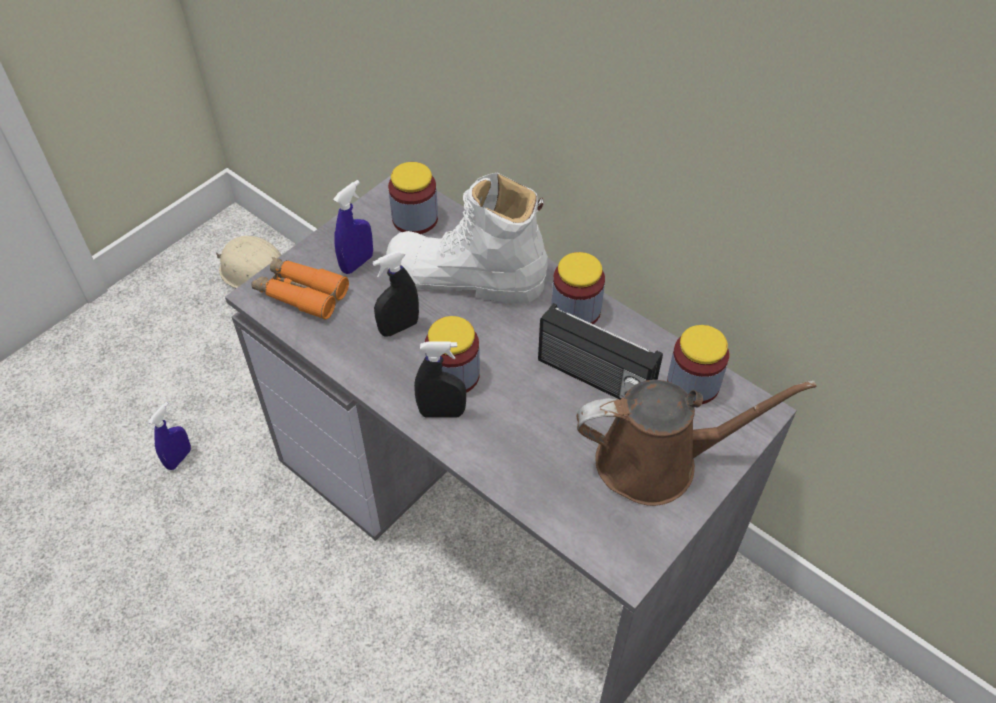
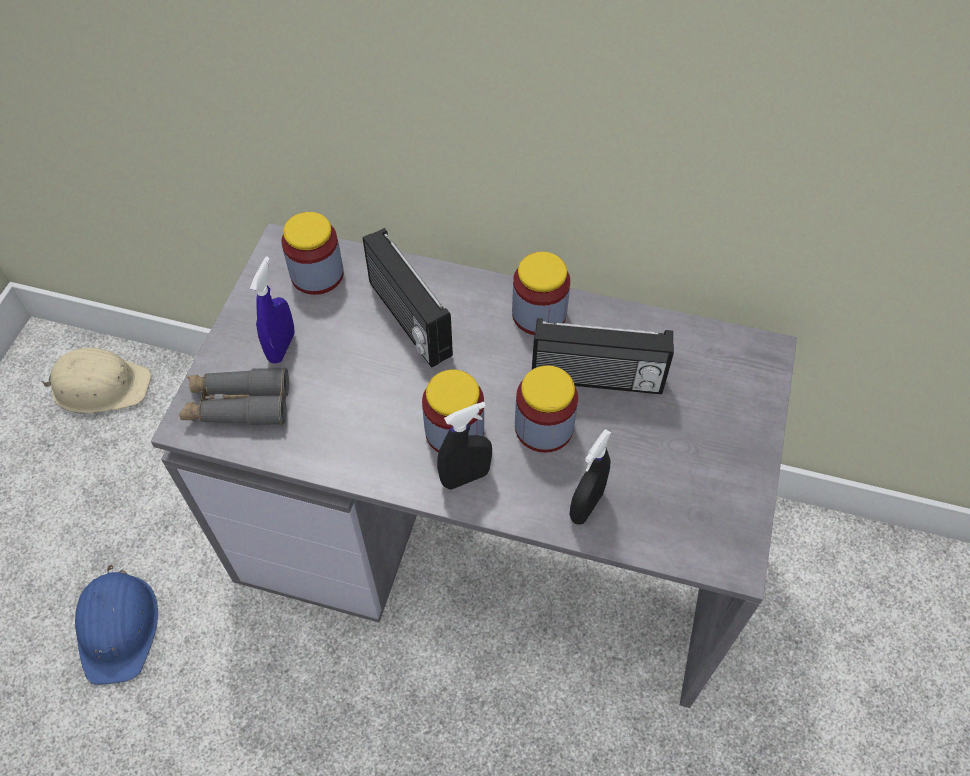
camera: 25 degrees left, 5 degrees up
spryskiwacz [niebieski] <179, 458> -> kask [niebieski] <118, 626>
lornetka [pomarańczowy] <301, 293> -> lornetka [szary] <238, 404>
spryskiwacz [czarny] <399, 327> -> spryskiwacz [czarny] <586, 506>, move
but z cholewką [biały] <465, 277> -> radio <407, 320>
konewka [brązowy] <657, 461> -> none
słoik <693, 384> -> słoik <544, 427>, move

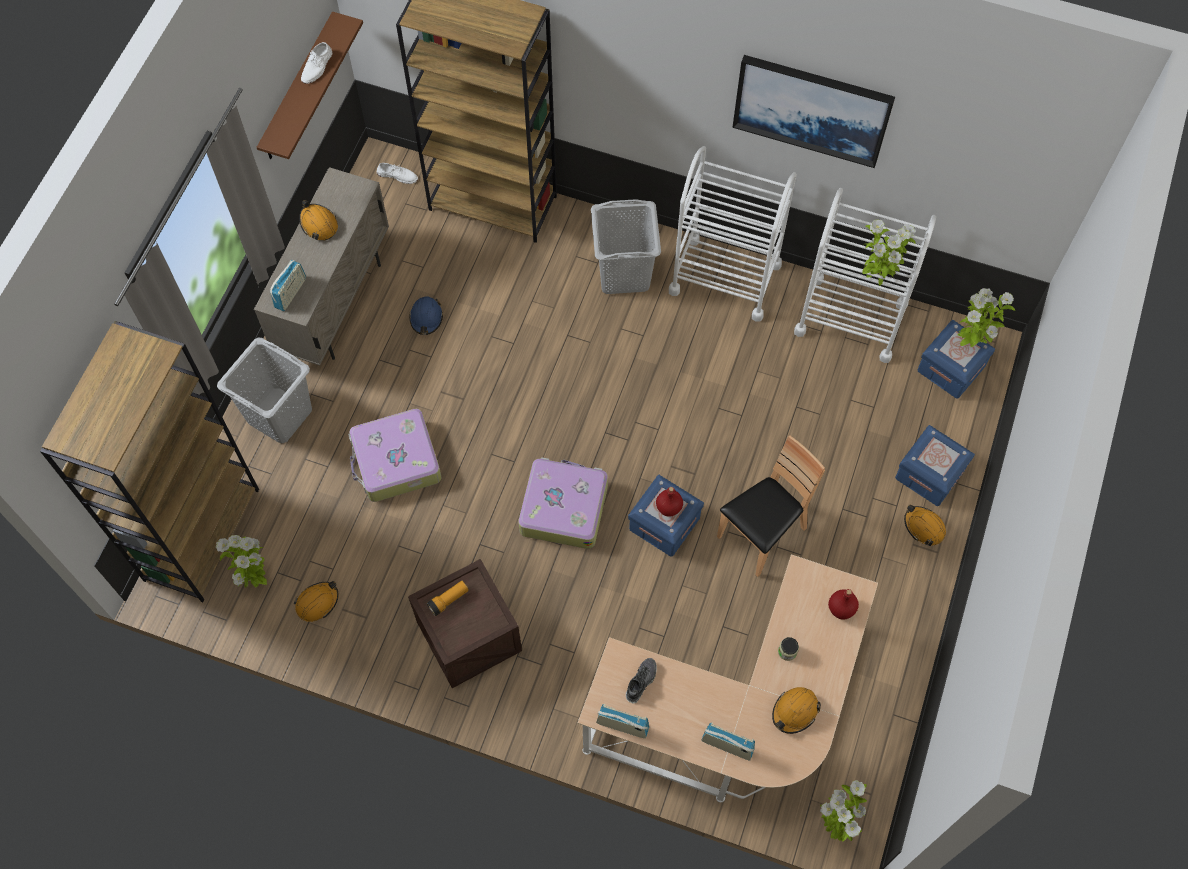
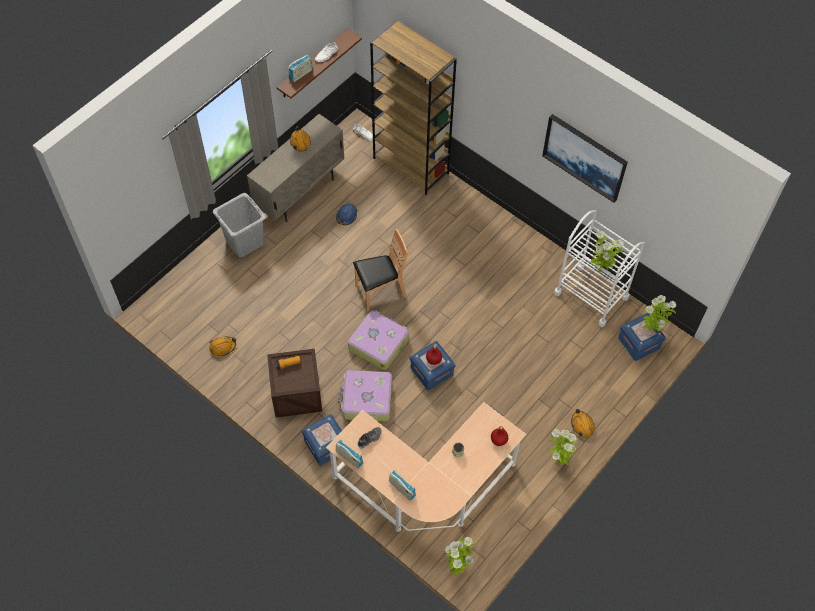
camera: 20 degrees right, 5 degrees down
regał [brązowy] <201, 533> -> none
roślina doniczkowa <255, 580> -> roślina doniczkowa <558, 460>, move
radio <290, 293> -> radio <300, 74>, move
walizka <396, 462> -> walizka <366, 400>, move
kosz na pranie [szary] <623, 273> -> none
wózek [biały] <725, 278> -> none
krzesło [brązowy] <762, 534> -> krzesło [brązowy] <380, 292>, move
kask [pomarańczowy] <794, 711> -> none
pojemnik do przechowywania [niebieski] <929, 474> -> pojemnik do przechowywania [niebieski] <326, 445>, move

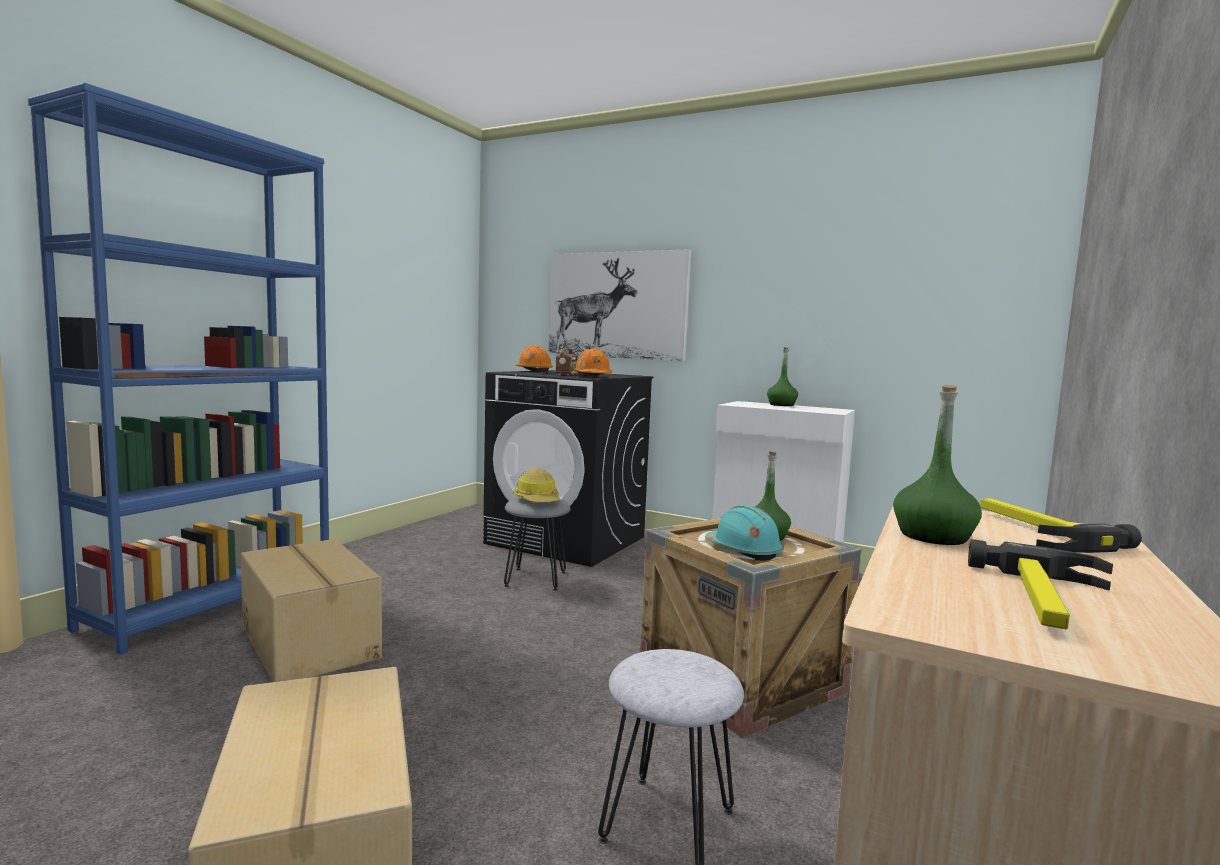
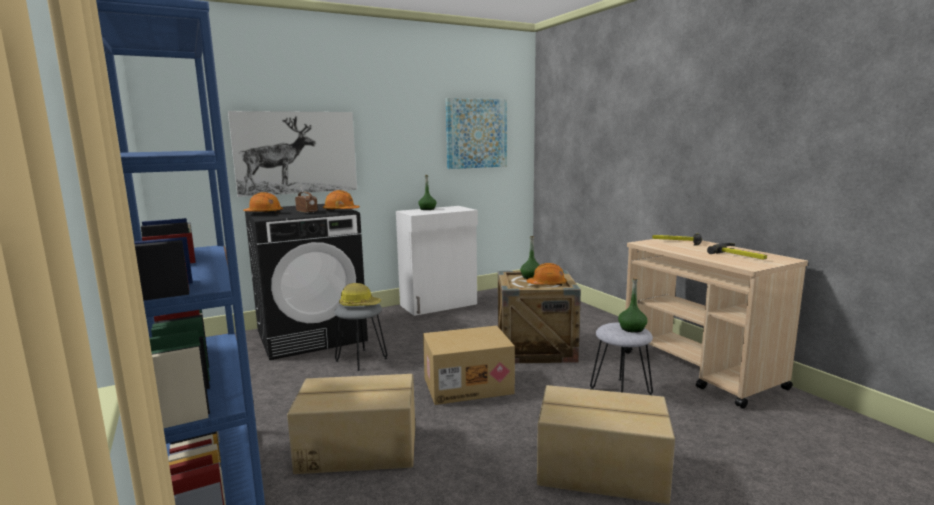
camera: 55 degrees left, 5 degrees up
kask [turkusowy] <743, 551> -> kask [pomarańczowy] <547, 285>
butelka [zielony] <933, 537> -> butelka [zielony] <632, 329>, move
none -> karton <468, 385>
none -> obraz <476, 133>

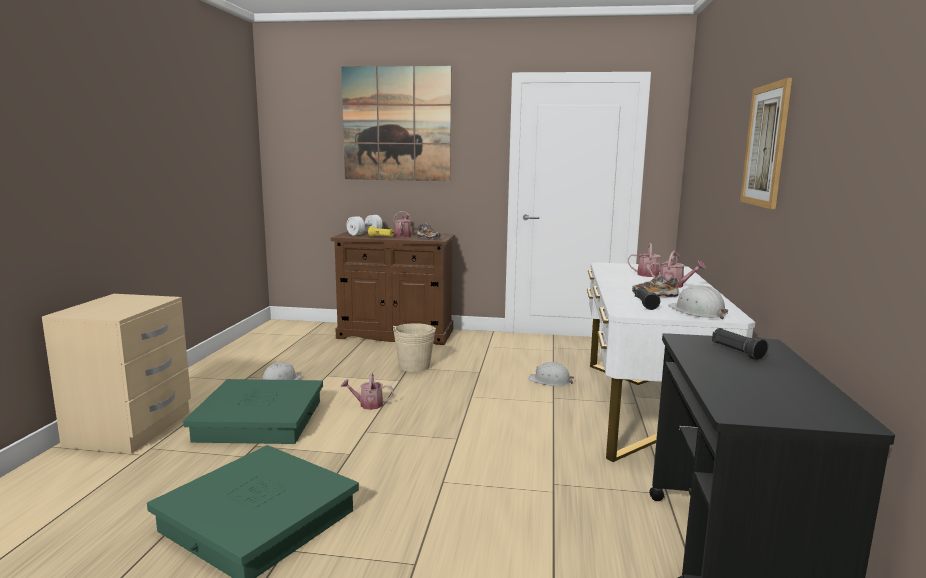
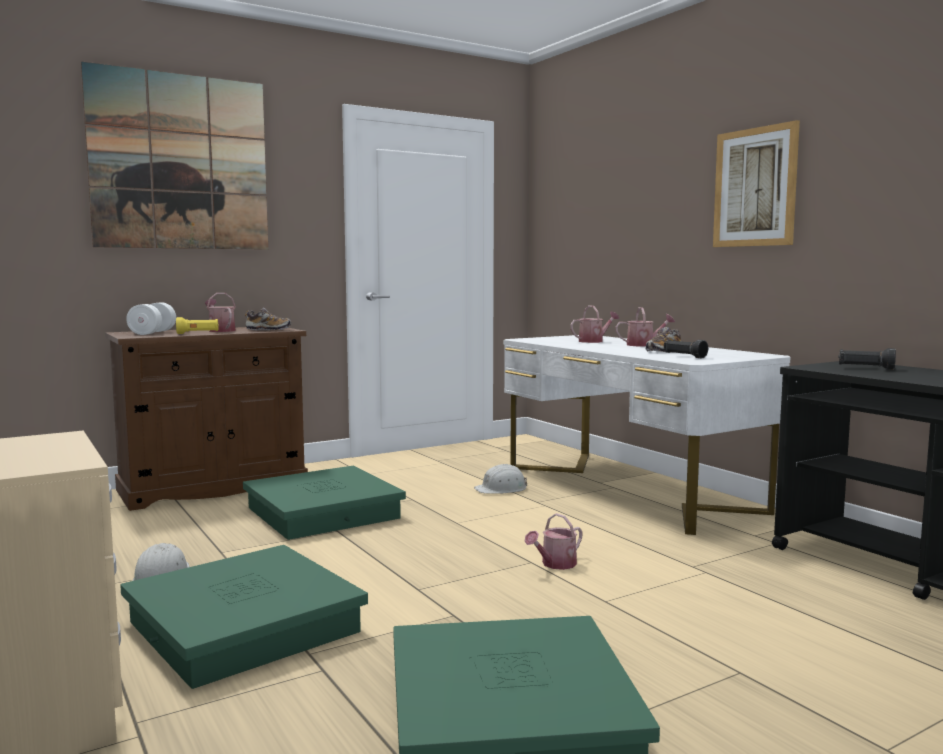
camera: 40 degrees left, 5 degrees down
konewka <368, 405> -> konewka <555, 564>, move
wiadro [beżowy] <414, 366> -> pojemnik do przechowywania [zielony] <322, 513>
kask [biały] <697, 311> -> none

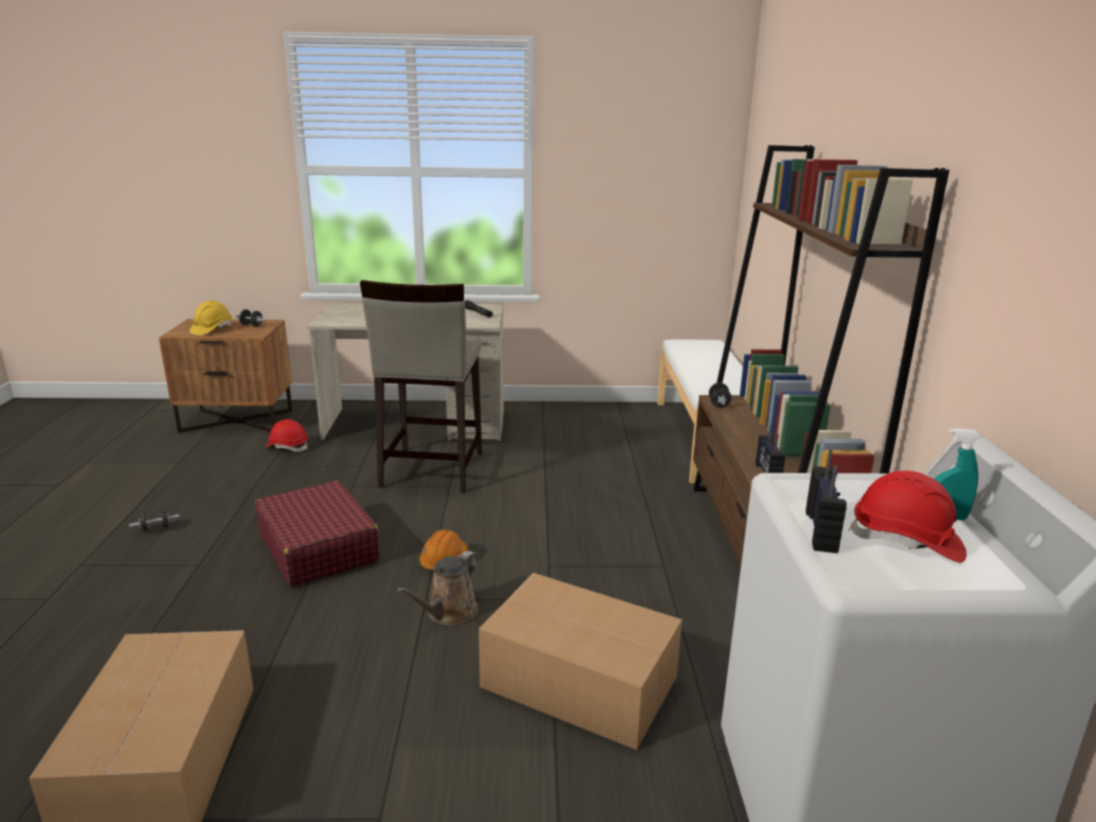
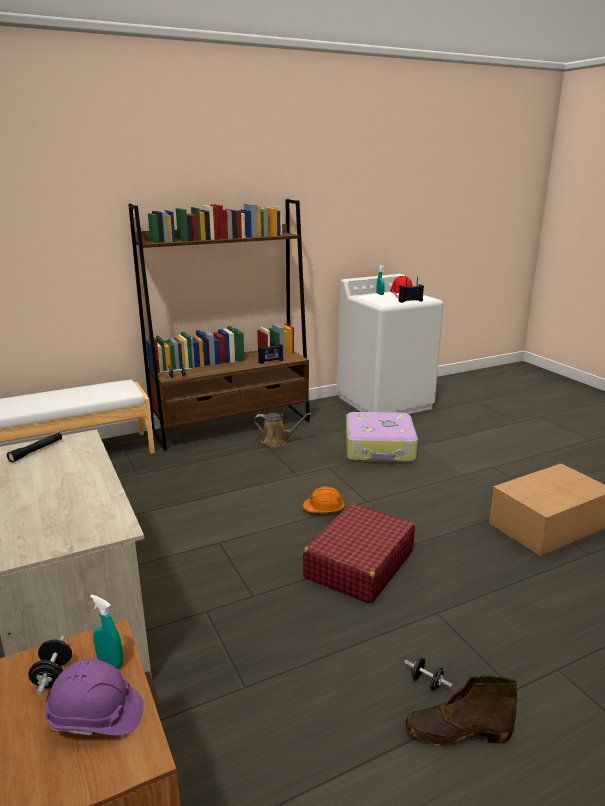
camera: 115 degrees left, 0 degrees up
kask [żółty] <212, 329> -> kask [fioletowy] <96, 717>
kask [czerwony] <287, 447> -> none
stołek [beżowy] <431, 470> -> none
konewka [brązowy] <448, 613> -> konewka [brązowy] <277, 441>, move
karton <581, 683> -> walizka <380, 448>
none -> spryskiwacz [turkusowy] <110, 662>
none -> but z cholewką [brązowy] <457, 731>

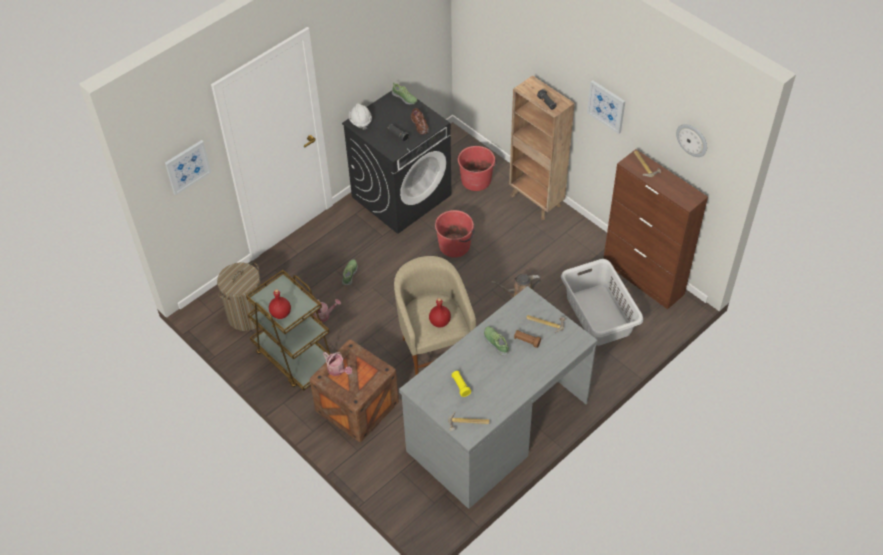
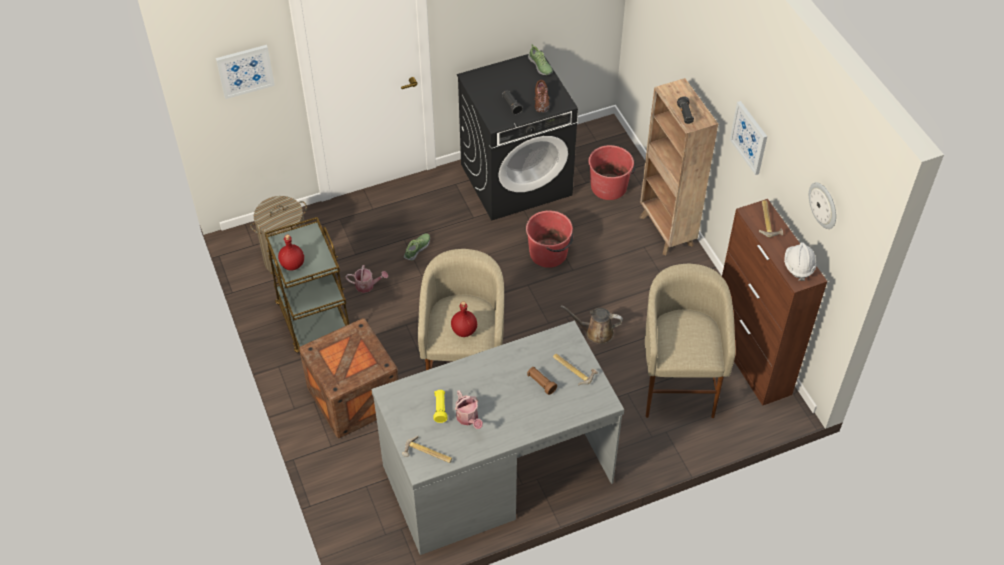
camera: 20 degrees right, 0 degrees up
konewka <338, 370> -> konewka <468, 418>, move
kask [biały] <360, 121> -> kask [biały] <798, 266>, move
but <496, 342> -> none
kosz na pranie [szary] <599, 314> -> stołek [beżowy] <677, 385>

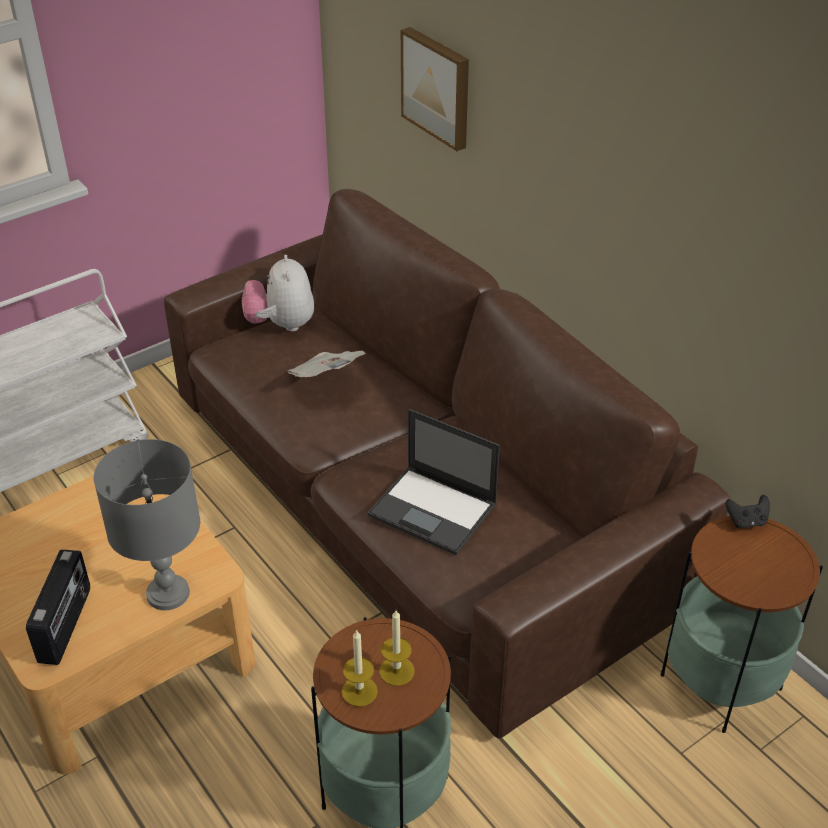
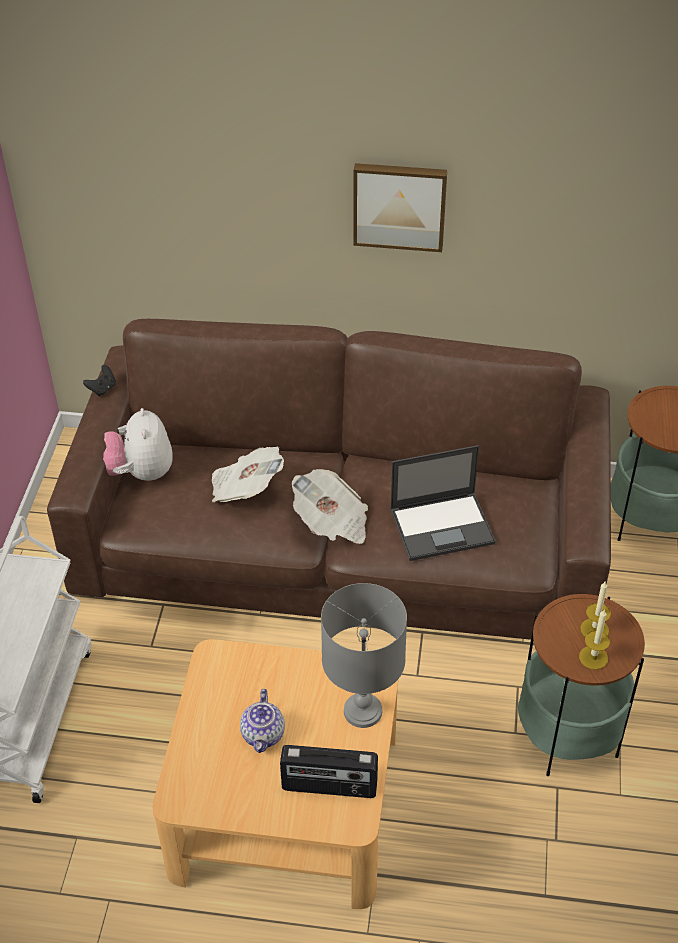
camera: 45 degrees left, 5 degrees up
radio <66, 625> -> radio <329, 787>, 135 degrees clockwise
pluszak <281, 324> -> pluszak <140, 473>, 45 degrees clockwise
obraz <438, 87> -> obraz <399, 205>, move
pad do gier [czarny] <746, 521> -> pad do gier [czarny] <102, 389>, move
none -> imbryk <263, 735>
none -> gazeta <332, 522>

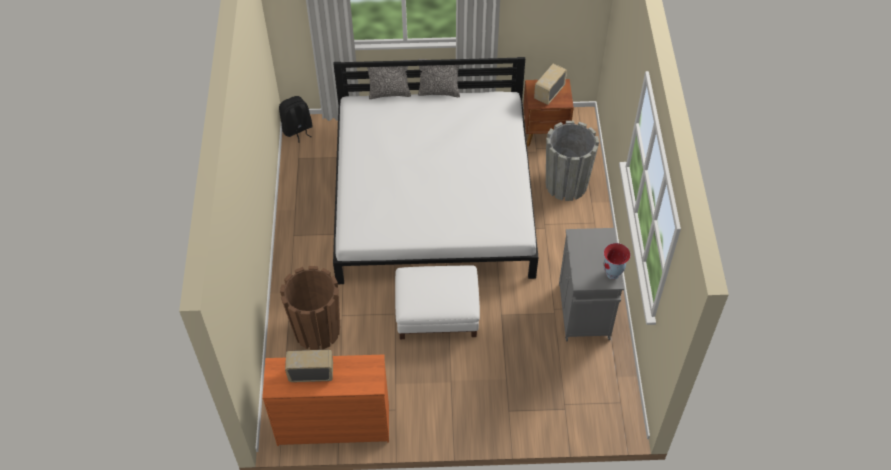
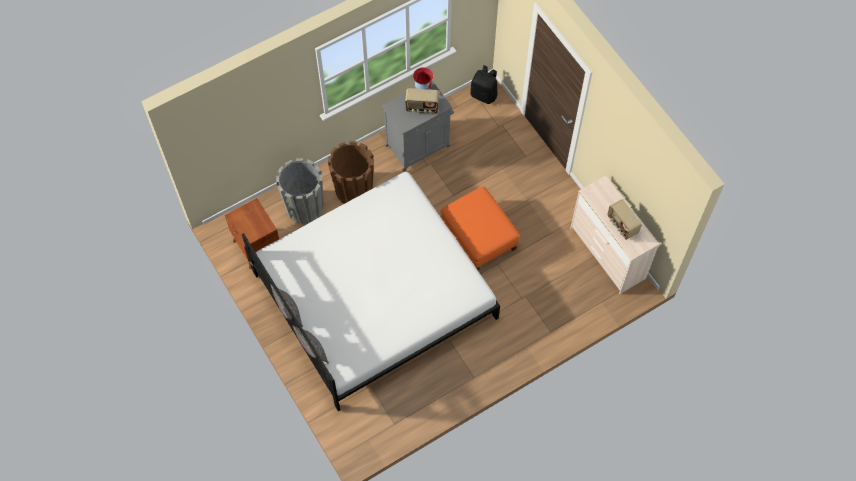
camera: 120 degrees left, 10 degrees up
komoda [pomarańczowy] <333, 424> -> komoda [beżowy] <607, 253>
plecak [czarny] <297, 130> -> plecak [czarny] <484, 94>, move
donica [brązowy] <317, 330> -> donica [brązowy] <354, 190>, move
pufa [biały] <437, 312> -> pufa [pomarańczowy] <478, 236>
radio <549, 93> -> radio <422, 107>, move

